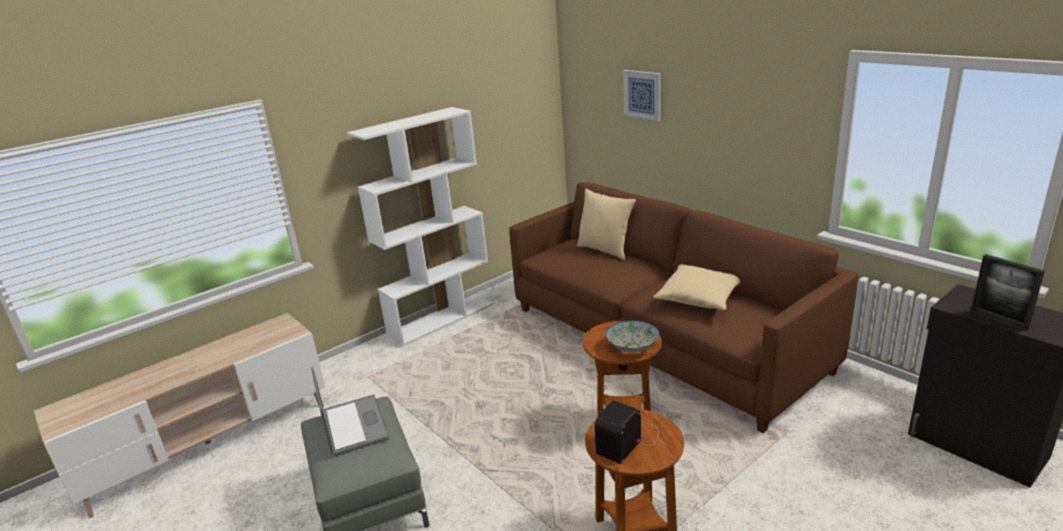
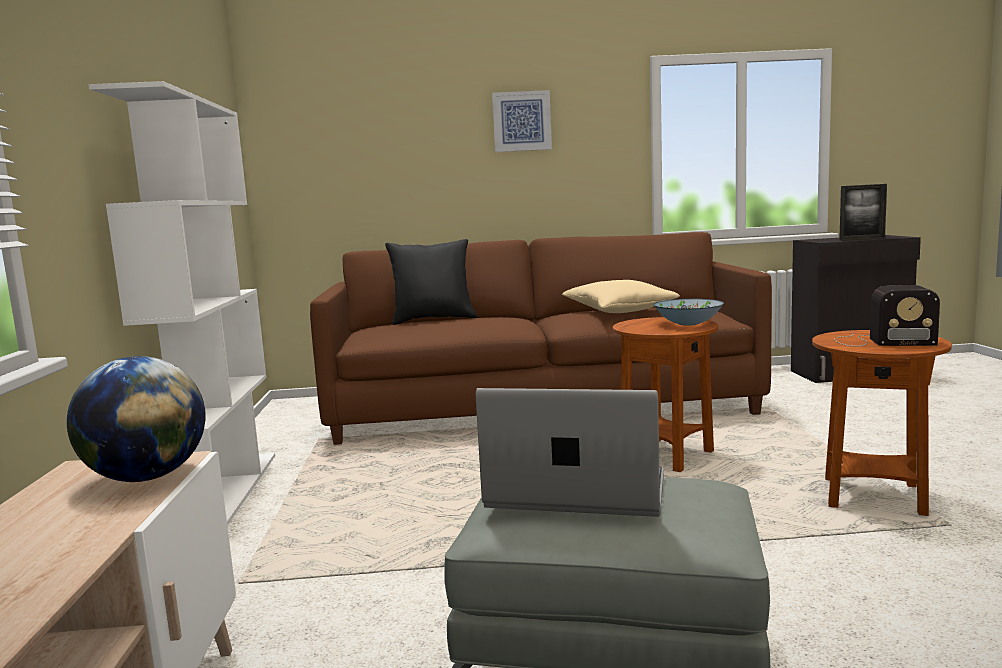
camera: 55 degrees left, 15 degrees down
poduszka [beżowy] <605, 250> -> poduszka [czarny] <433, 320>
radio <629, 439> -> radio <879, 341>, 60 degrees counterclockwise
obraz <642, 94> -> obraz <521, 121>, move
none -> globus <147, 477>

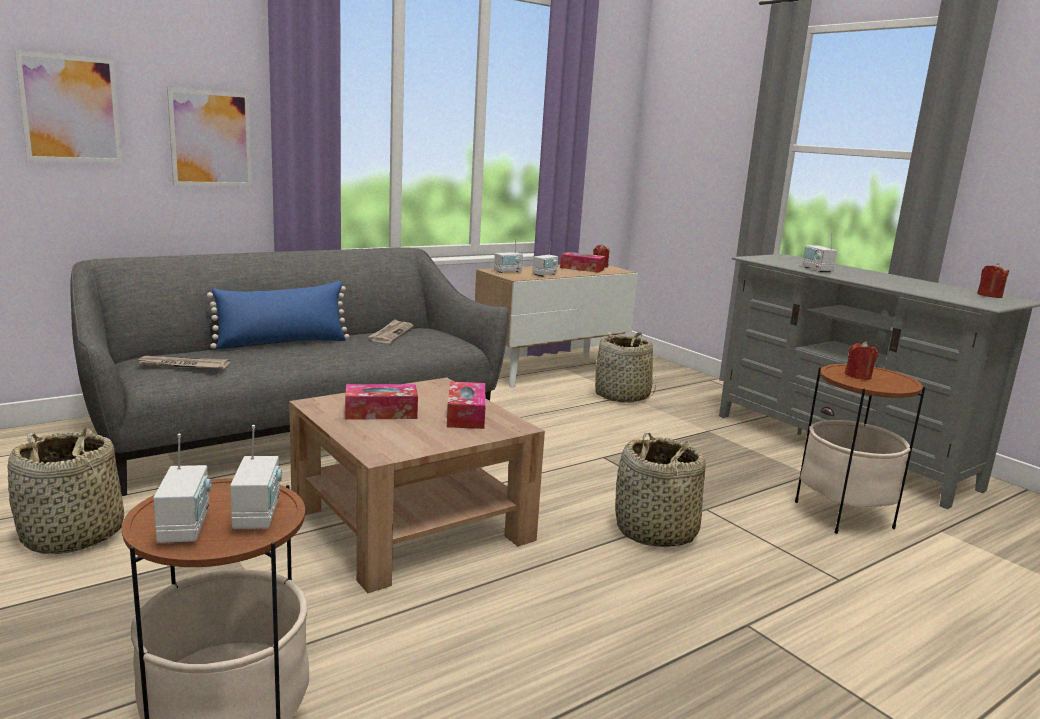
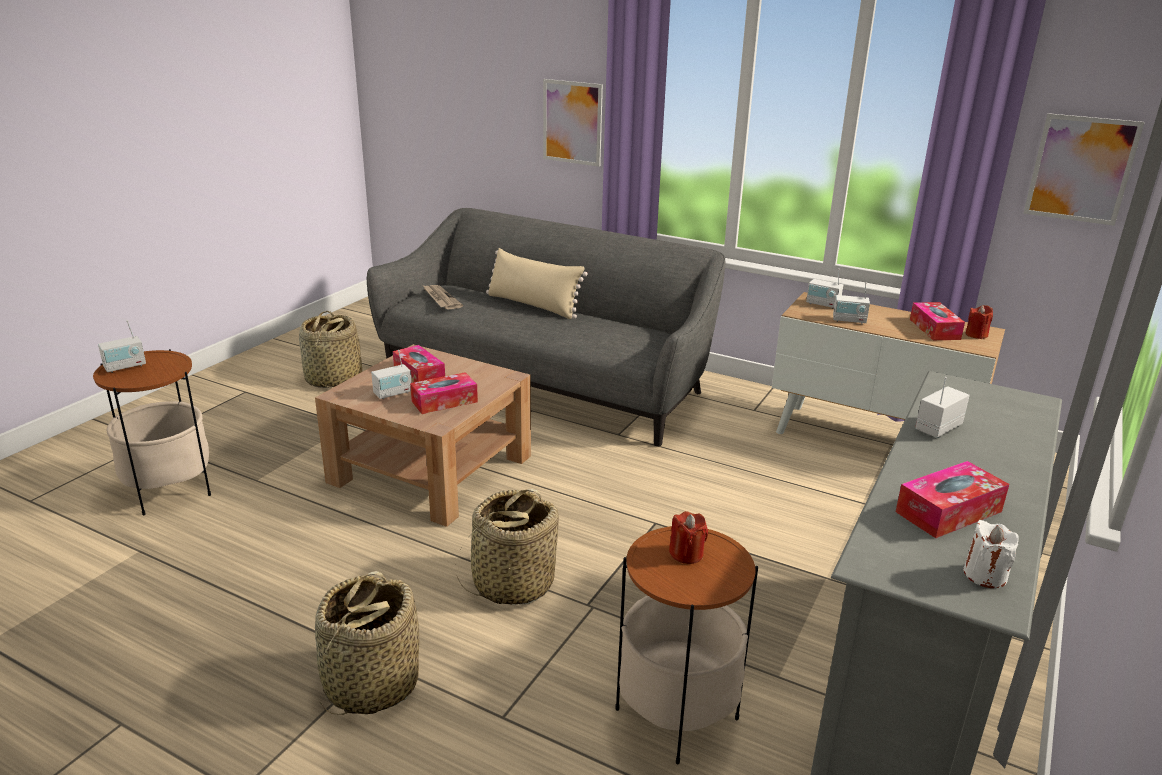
camera: 65 degrees right, 10 degrees up
obraz <70, 109> -> obraz <1081, 169>, move
poduszka [niebieski] <282, 343> -> poduszka [beżowy] <533, 305>
radio <258, 515> -> radio <393, 393>, move
gazeta <391, 334> -> none
koszyk <622, 396> -> koszyk <370, 684>, move
świeca [czerwony] <989, 295> -> świeca [biały] <985, 575>
none -> pudełko chusteczek <948, 512>

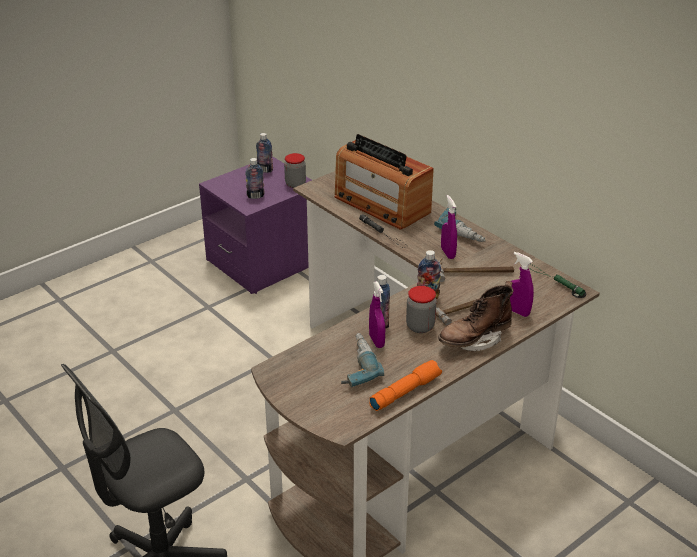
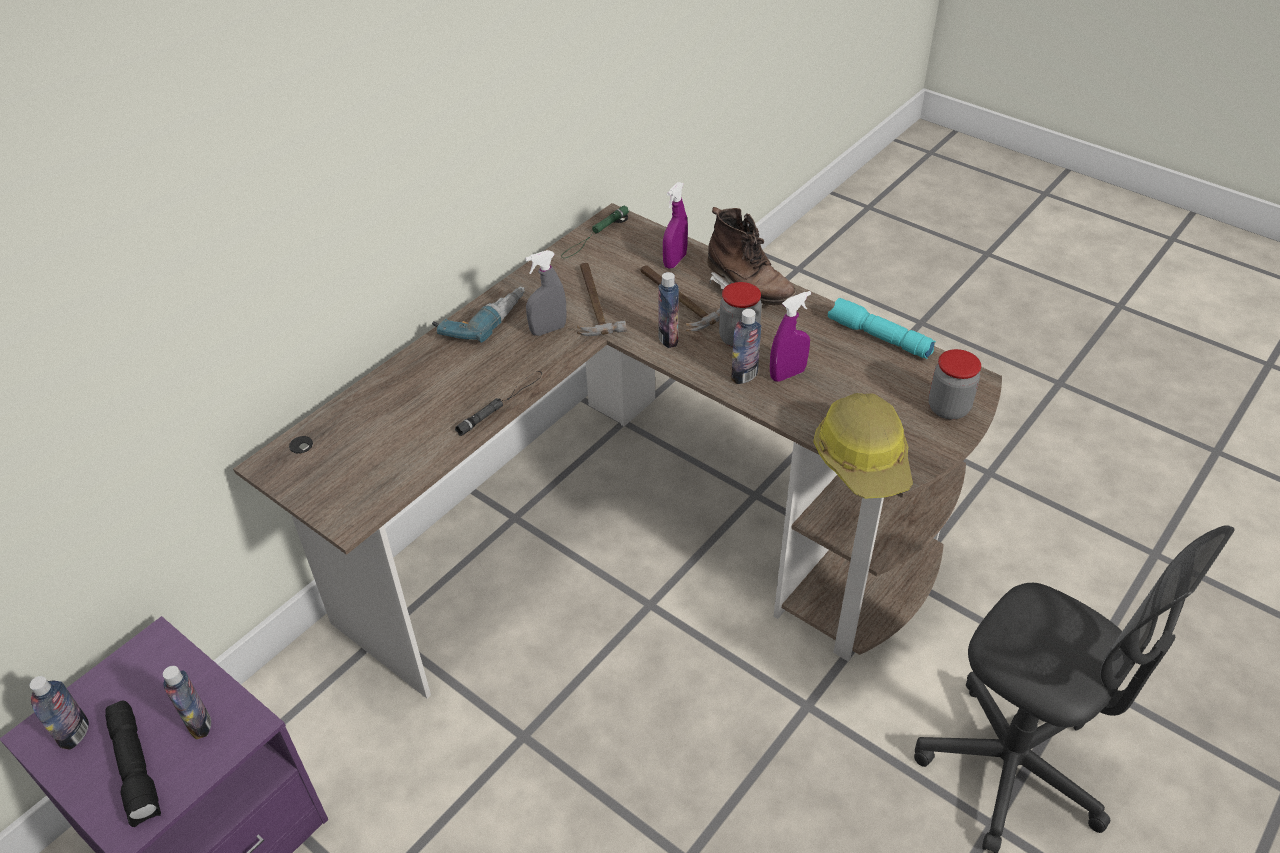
camera: 100 degrees left, 10 degrees up
słoik <295, 184> -> słoik <948, 408>, move
radio <381, 204> -> none
wiertarka <354, 366> -> none
latarka [pomarańczowy] <405, 391> -> latarka [turkusowy] <878, 337>
spryskiwacz [fioletowy] <448, 253> -> spryskiwacz [szary] <548, 330>
none -> latarka [czarny] <137, 768>
none -> kask <864, 459>

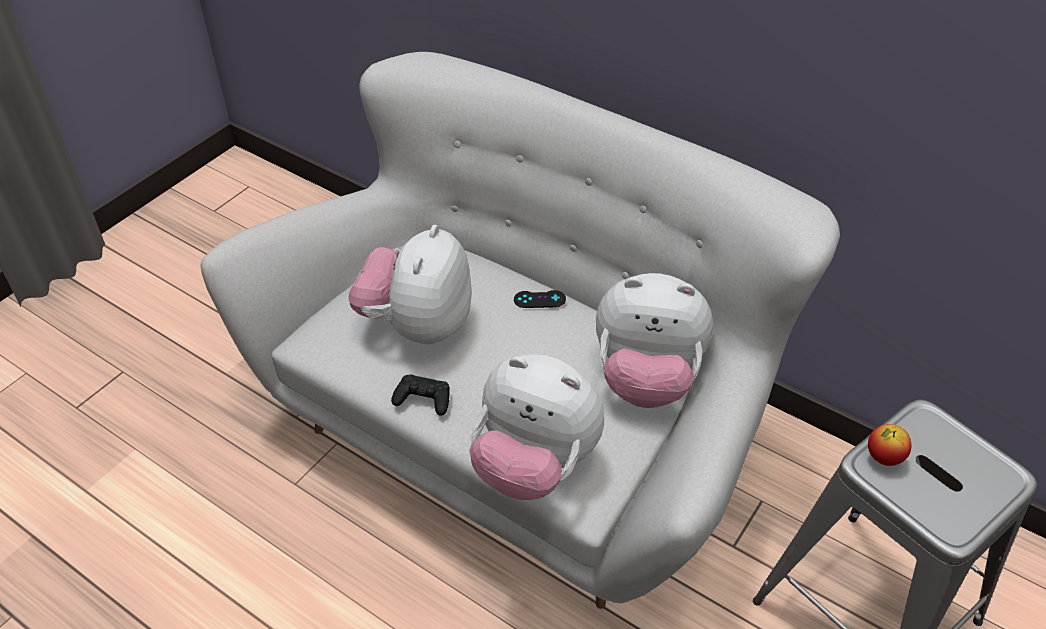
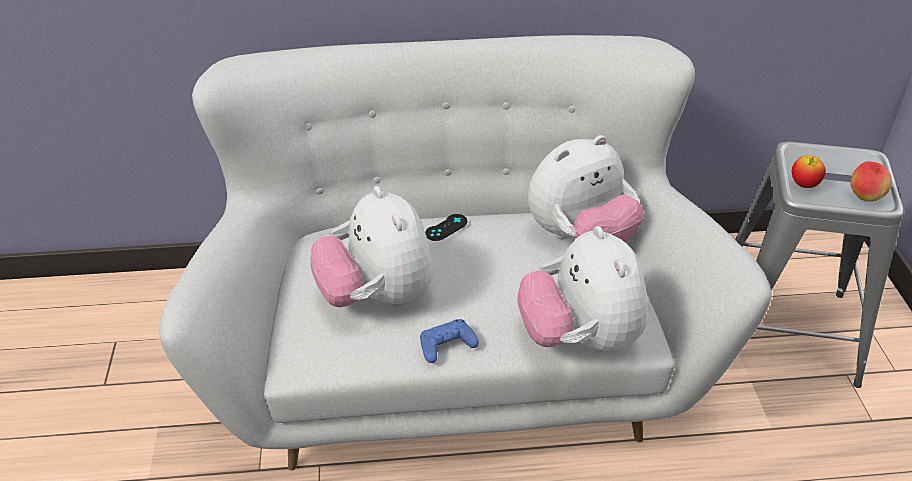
camera: 40 degrees left, 5 degrees down
pad do gier [czarny] <423, 399> -> pad do gier [niebieski] <447, 345>
pluszak <533, 465> -> pluszak <579, 338>, 90 degrees clockwise
none -> jabłko <865, 197>

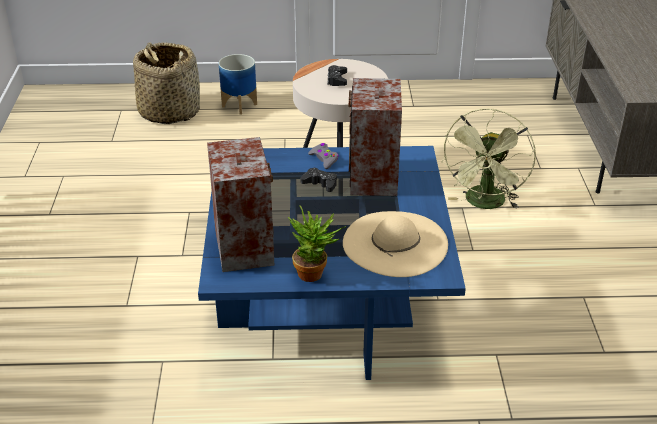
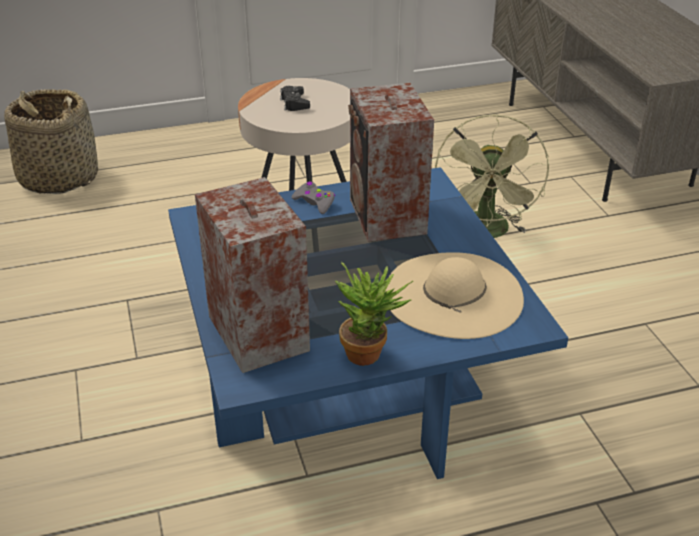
camera: 15 degrees left, 0 degrees up
donica <240, 105> -> none
pad do gier [czarny] <320, 184> -> none

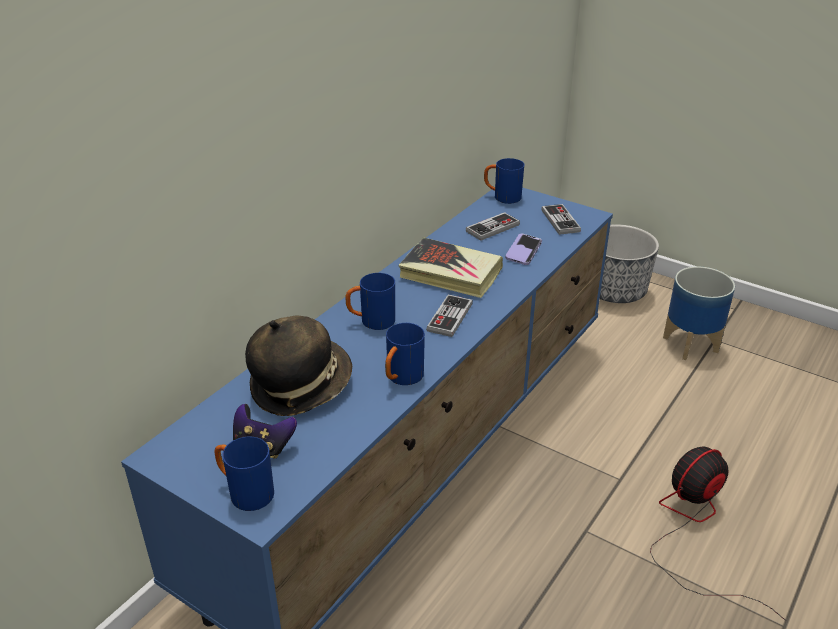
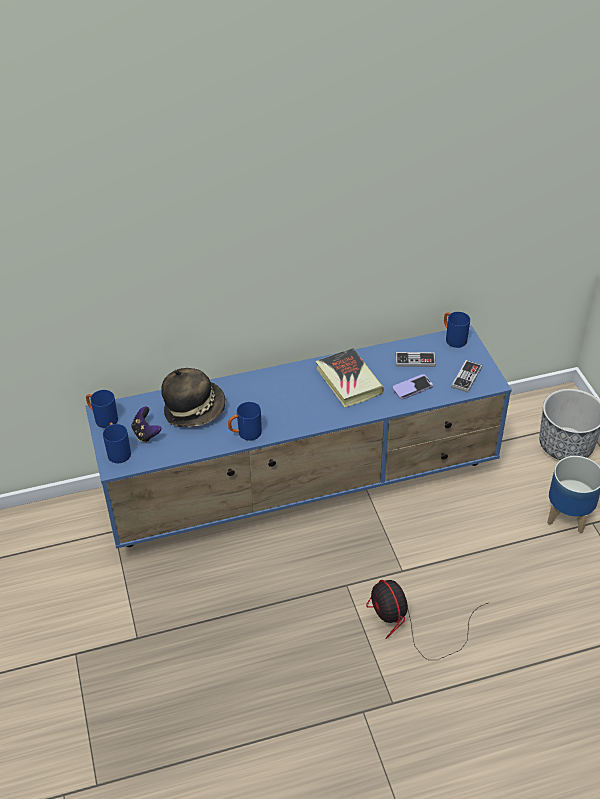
camera: 40 degrees right, 10 degrees up
kubek [niebieski] <371, 321> -> kubek [niebieski] <102, 418>, move
pad do gier <449, 317> -> none
wentylator <695, 529> -> wentylator <410, 625>, 120 degrees counterclockwise

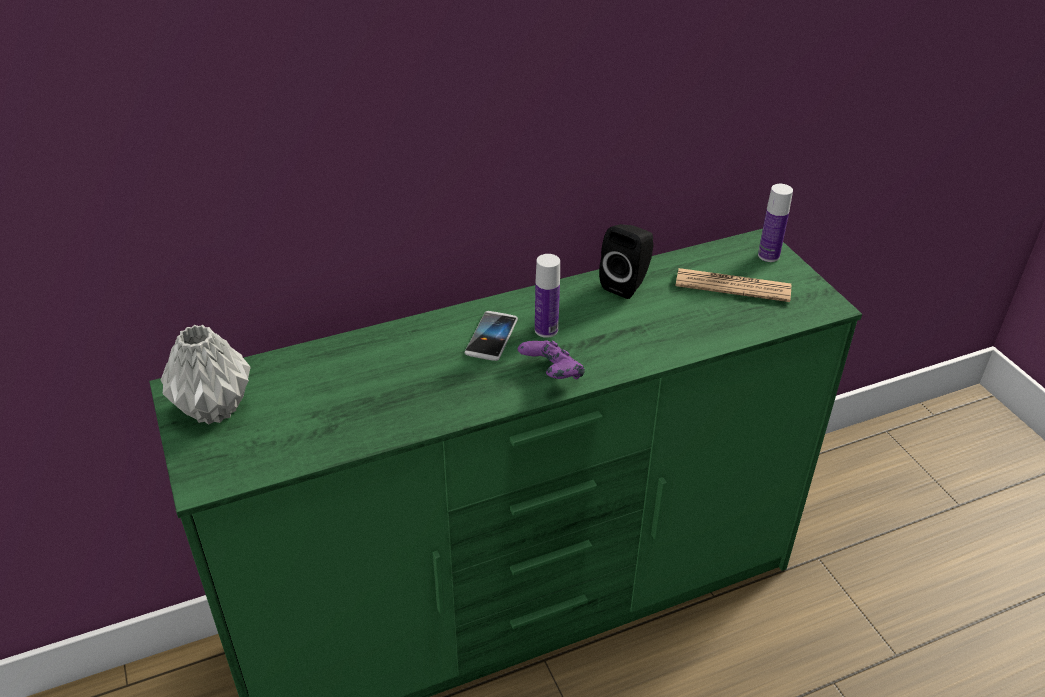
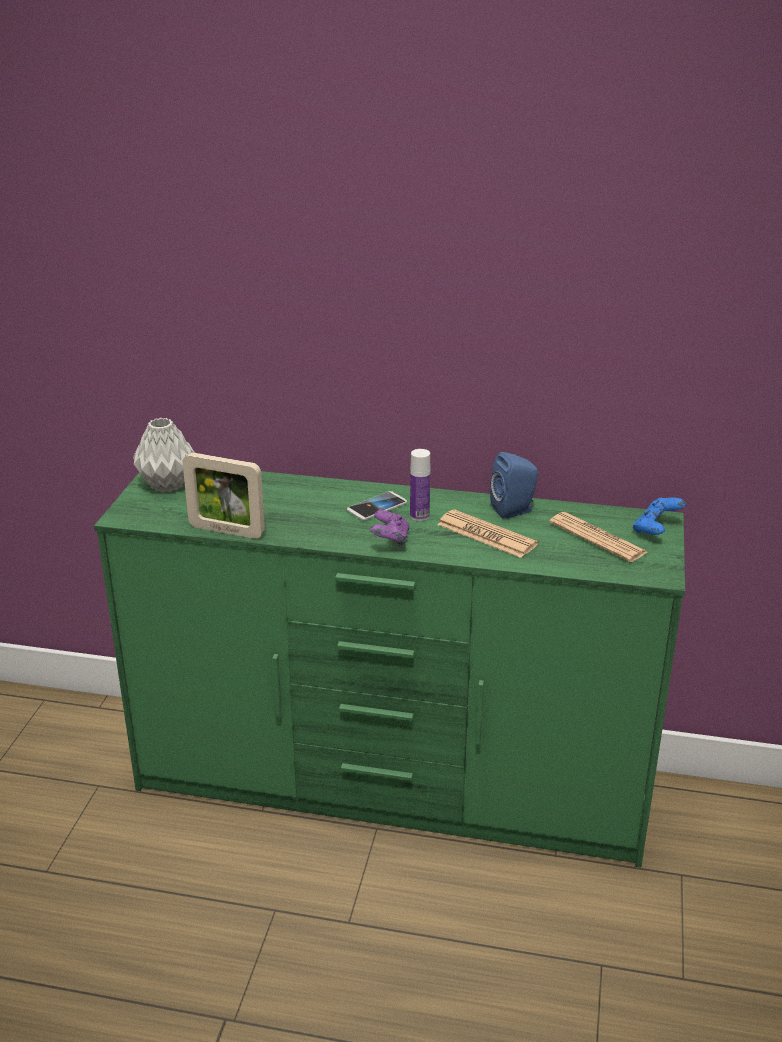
camera: 35 degrees right, 10 degrees down
głośnik [czarny] <627, 284> -> głośnik [niebieski] <515, 510>
butelka <768, 256> -> pad do gier [niebieski] <656, 530>
none -> ramka na zdjęcie <226, 531>
none -> gazeta <486, 535>

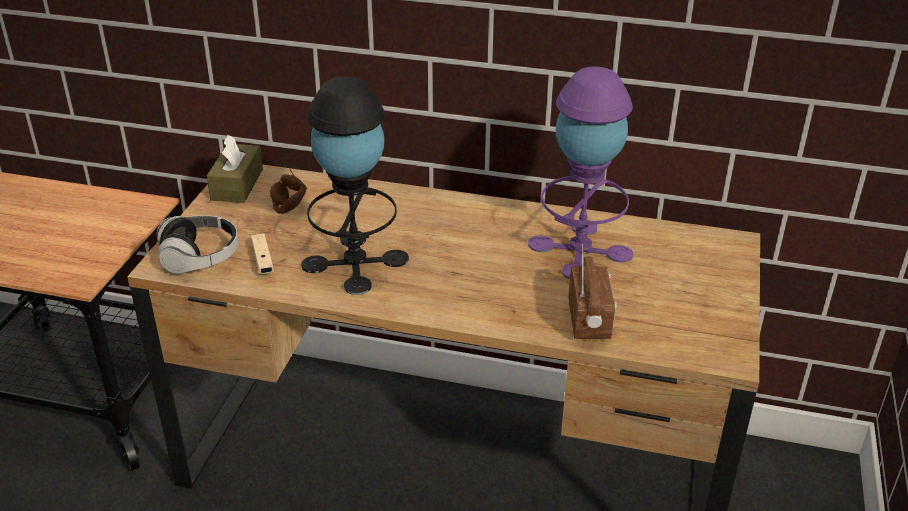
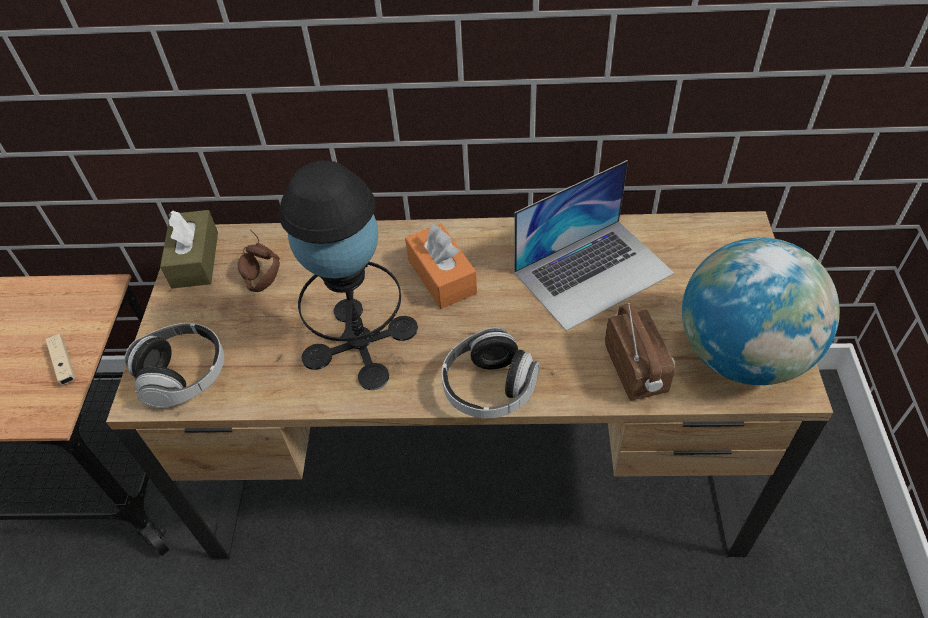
camera: 10 degrees left, 15 degrees up
pad do gier [beżowy] <263, 260> -> pad do gier [beżowy] <64, 364>, move
lampa stołowa [fioletowy] <580, 249> -> laptop <593, 272>
none -> pudełko chusteczek [pomarańczowy] <442, 276>
none -> słuchawki <489, 388>
none -> globus <741, 355>

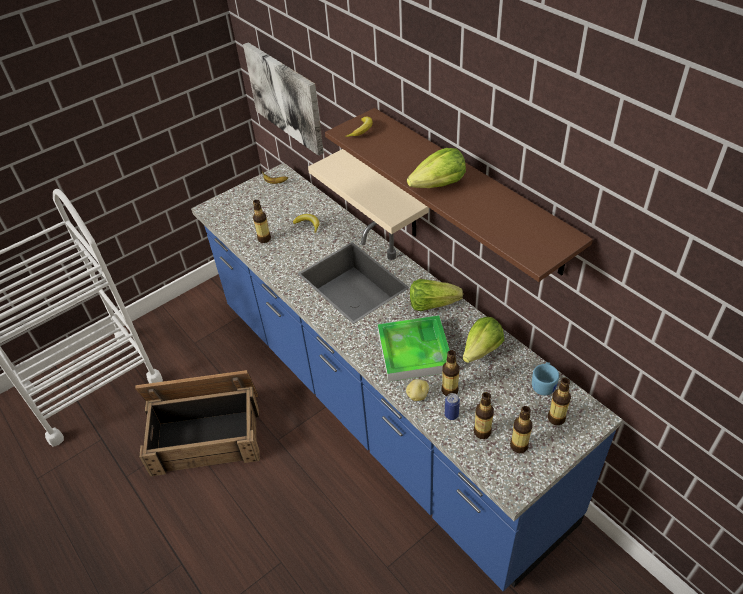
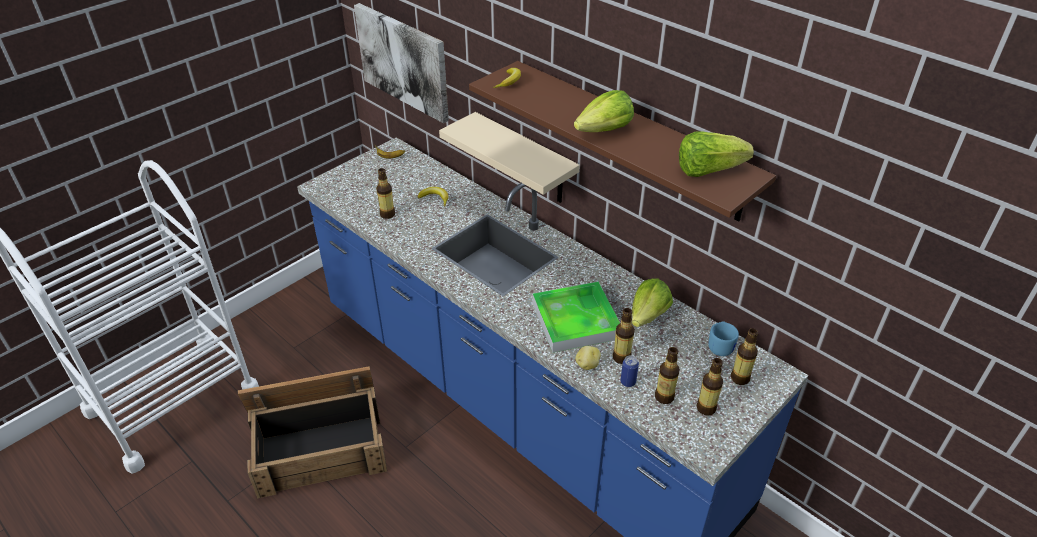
camera: 10 degrees left, 5 degrees down
sałata <432, 304> -> sałata <708, 170>, move

